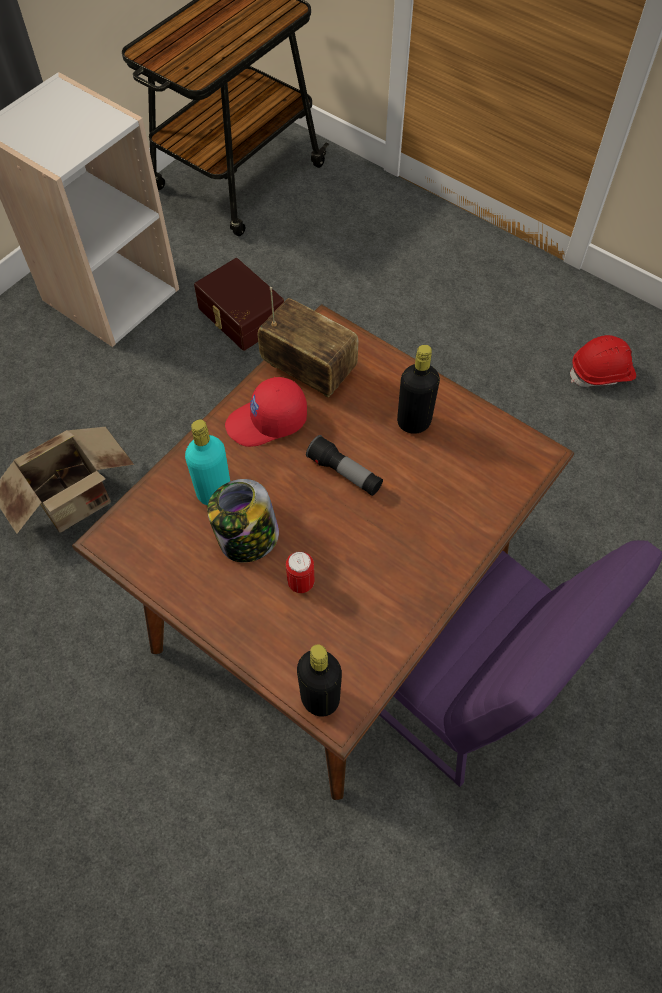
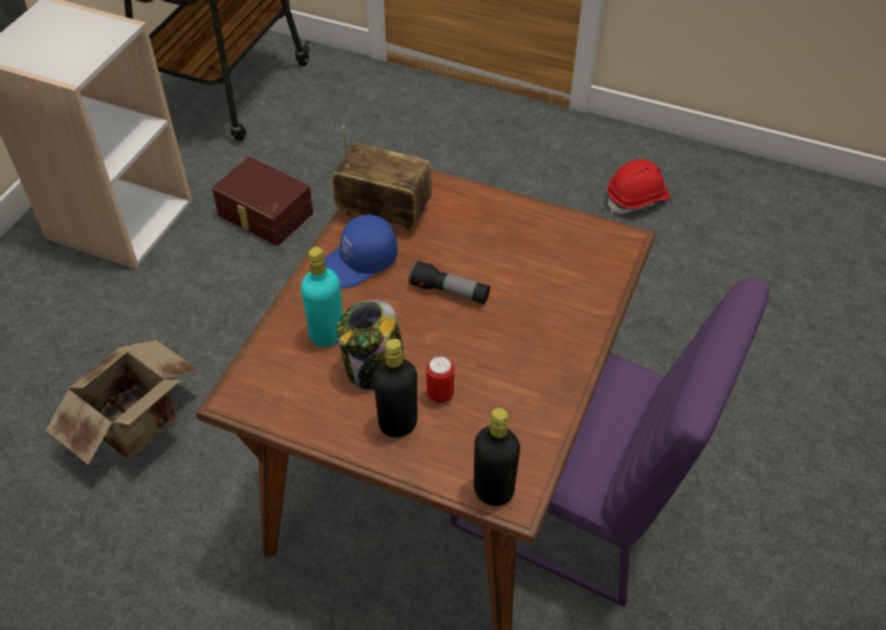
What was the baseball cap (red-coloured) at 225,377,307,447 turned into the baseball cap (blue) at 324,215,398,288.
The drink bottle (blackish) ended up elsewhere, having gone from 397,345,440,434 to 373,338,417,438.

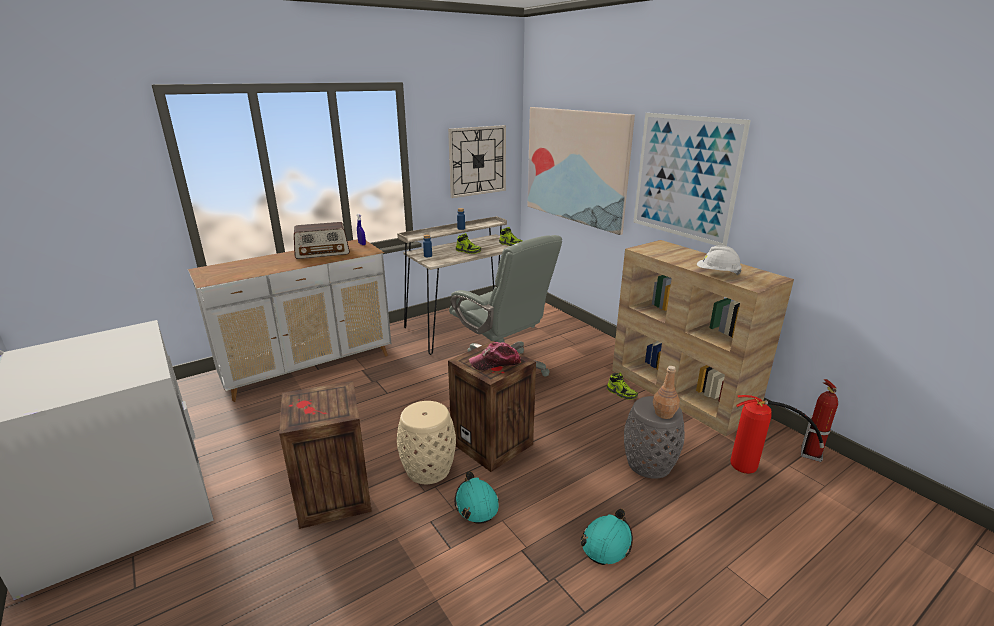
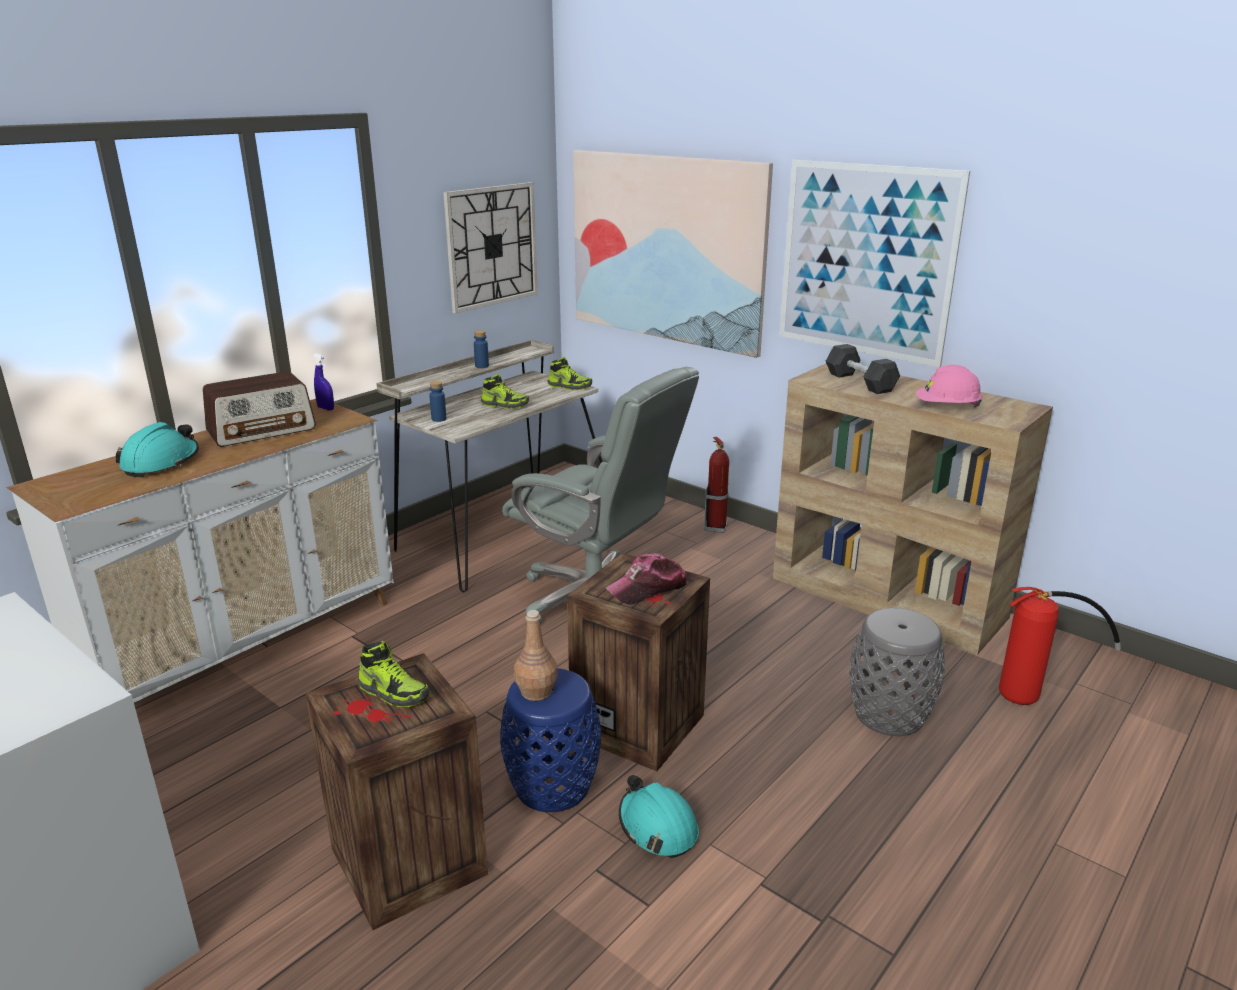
The work helmet (blue-green) ended up elsewhere, having gone from 581,509,633,565 to 116,422,199,477.
The shoe ended up elsewhere, having gone from 607,373,638,400 to 358,641,430,707.
What was the stool seat (beige-coloured) at 397,401,456,484 turned into the stool seat (blue) at 500,668,601,812.
The drink bottle (brown-coloured) ended up elsewhere, having gone from 653,366,680,419 to 514,610,558,701.
The fire-fighting cylinder ended up elsewhere, having gone from 801,379,838,462 to 704,437,729,533.
The second view gained the free weight (gray) at 826,344,900,394.
What was the work helmet (white) at 697,245,742,275 turned into the work helmet (pink-coloured) at 916,365,983,408.

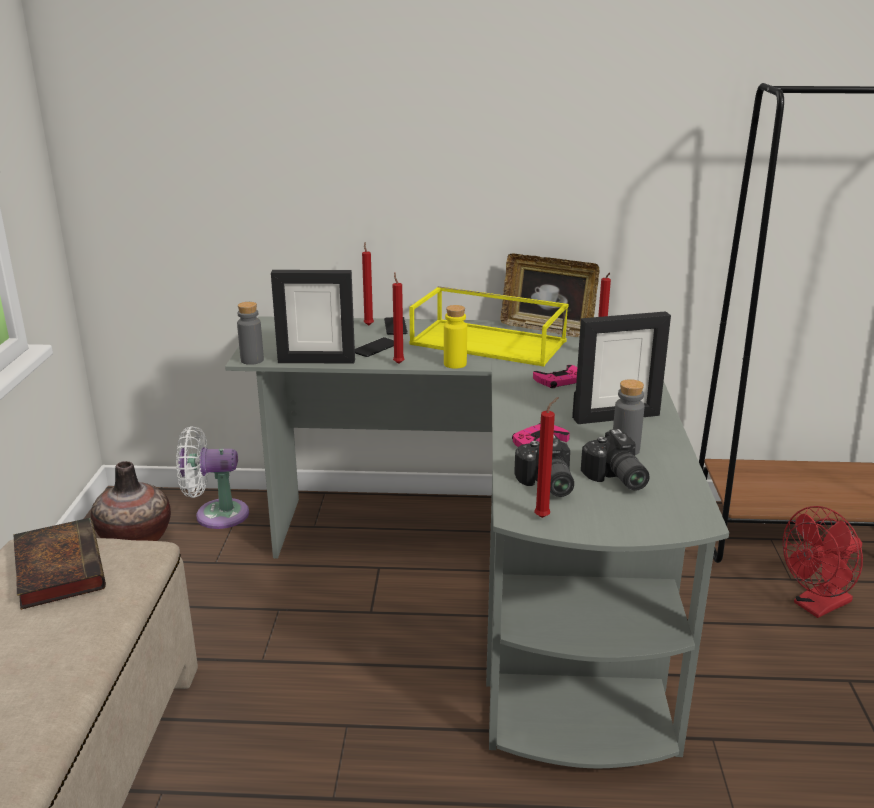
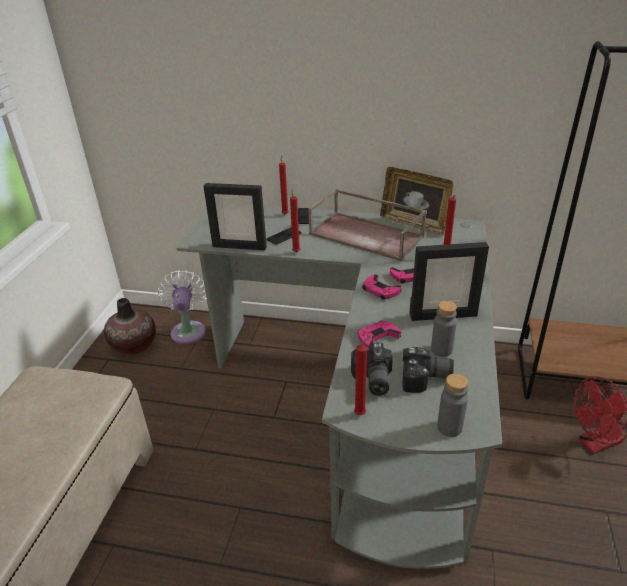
The cooling fan (white) at 176,426,249,529 ended up facing another way, 75 degrees clockwise from before.
What was the carrying tray (yellow) at 409,286,569,367 turned into the carrying tray (brown-coloured) at 308,189,427,261.
The second view gained the game controller (pink-coloured) at 362,274,402,300.
The photo camera at 581,429,650,491 ended up facing another way, 75 degrees counterclockwise from before.
The drink bottle (gray) ended up elsewhere, having gone from 237,302,264,365 to 437,374,468,437.
The second view lost the bound book at 14,518,106,610.
The second view lost the drink bottle (yellow) at 444,305,467,369.

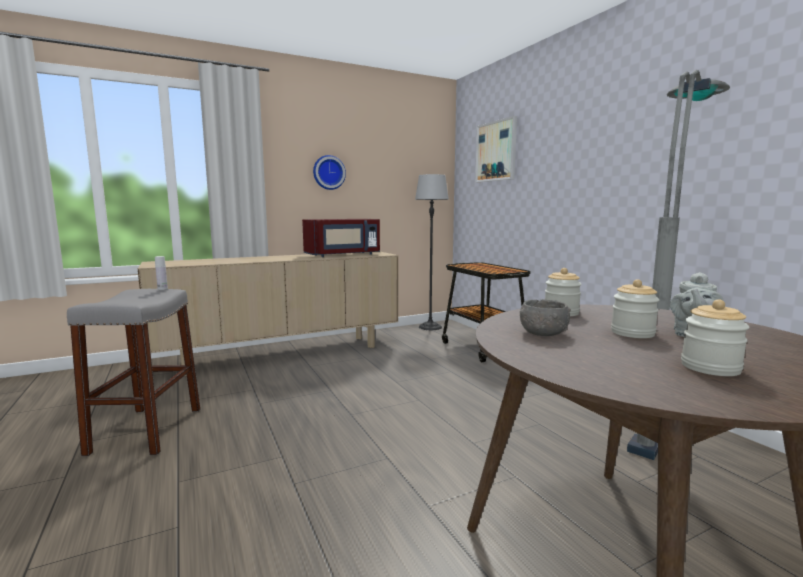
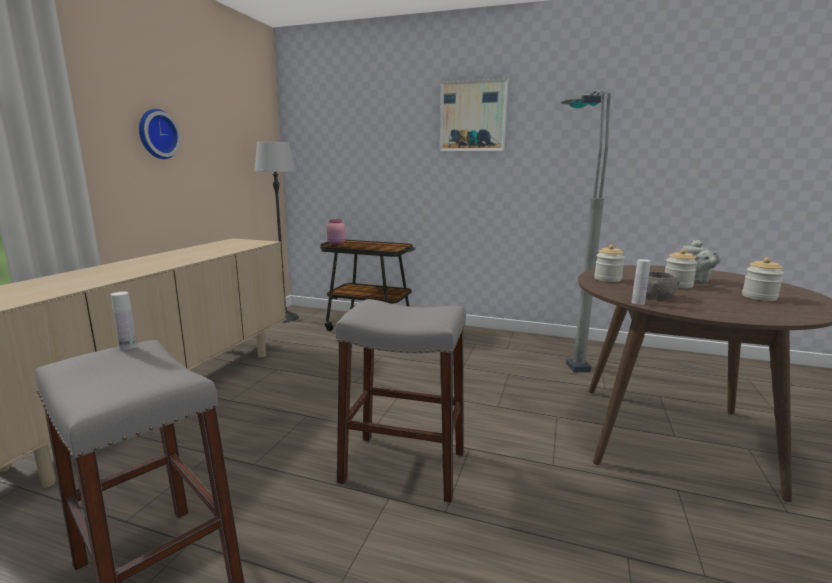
The second view gained the jar (pink-coloured) at 327,219,345,245.
The second view gained the stool seat (gray) at 336,299,466,503.
The wall art ended up elsewhere, having gone from 475,116,517,182 to 440,78,509,151.
The second view gained the drink bottle (white) at 632,259,651,305.
The second view lost the microwave oven (red-coloured) at 302,219,380,257.

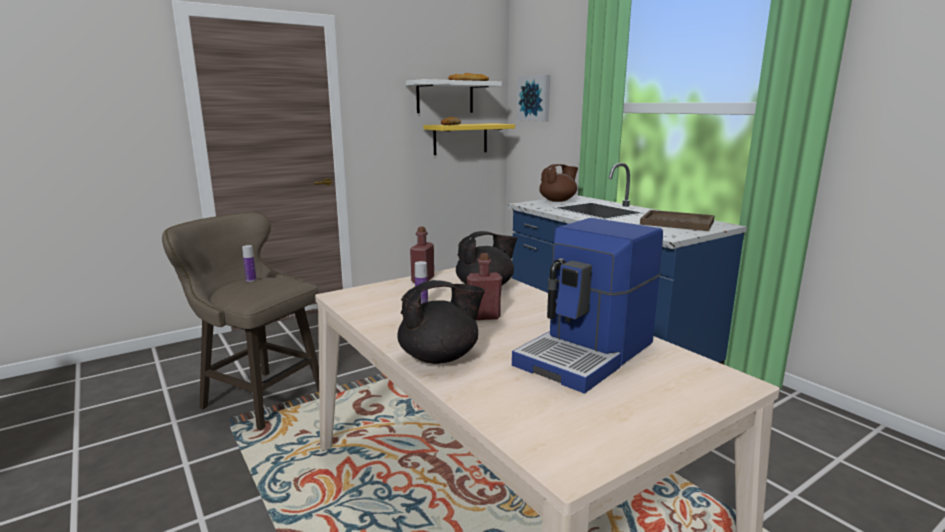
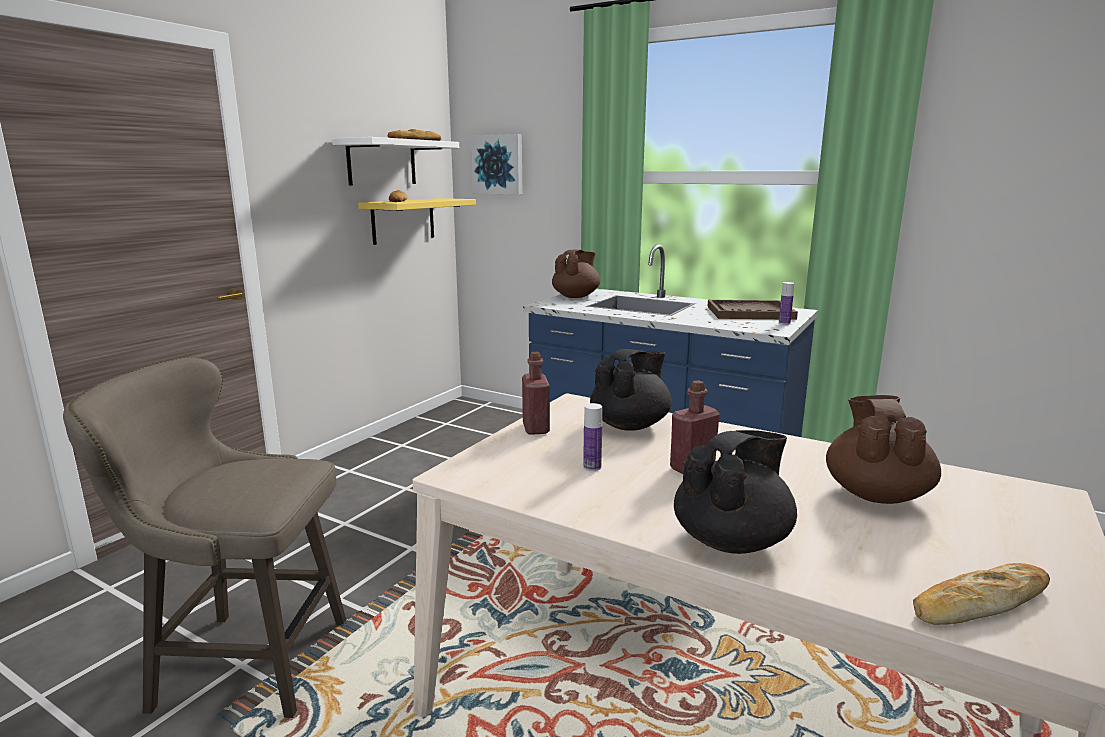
The drink bottle ended up elsewhere, having gone from 242,245,256,282 to 779,282,794,325.
Where the coffee brewer stood at 512,218,663,394, the pot for tea (brown-coloured) came to stand at 826,395,941,504.
The second view gained the baked bread at 913,563,1050,625.

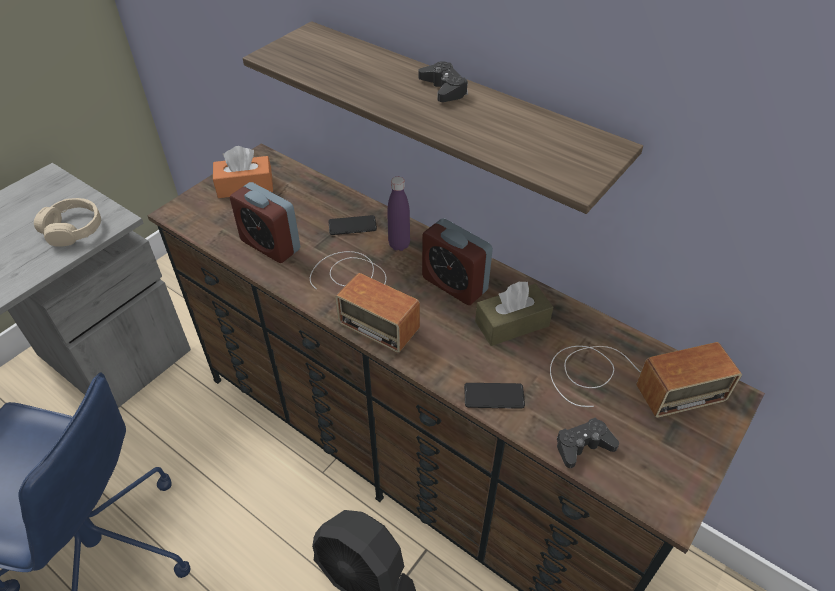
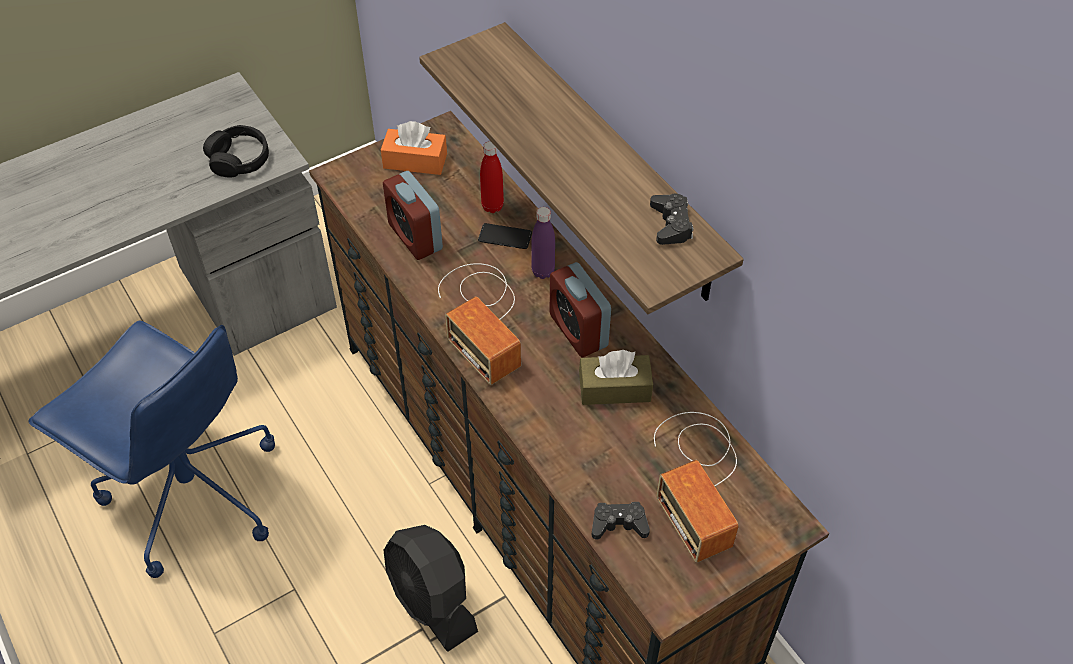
What was the pair of headphones (beige-coloured) at 34,198,101,247 turned into the pair of headphones (blackish) at 203,125,269,178.
The second view gained the drink bottle (red-coloured) at 480,141,504,213.
The game controller (blackish) ended up elsewhere, having gone from 418,61,468,102 to 650,194,693,245.
The radio receiver at 550,342,742,418 ended up facing another way, 60 degrees clockwise from before.
The second view lost the telephone at 464,383,525,409.

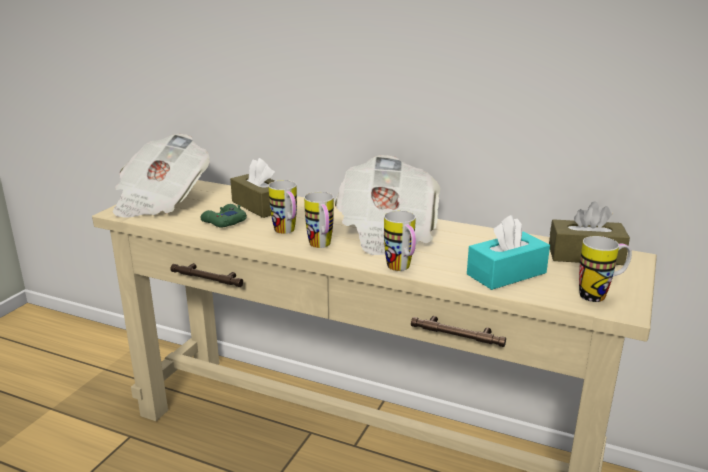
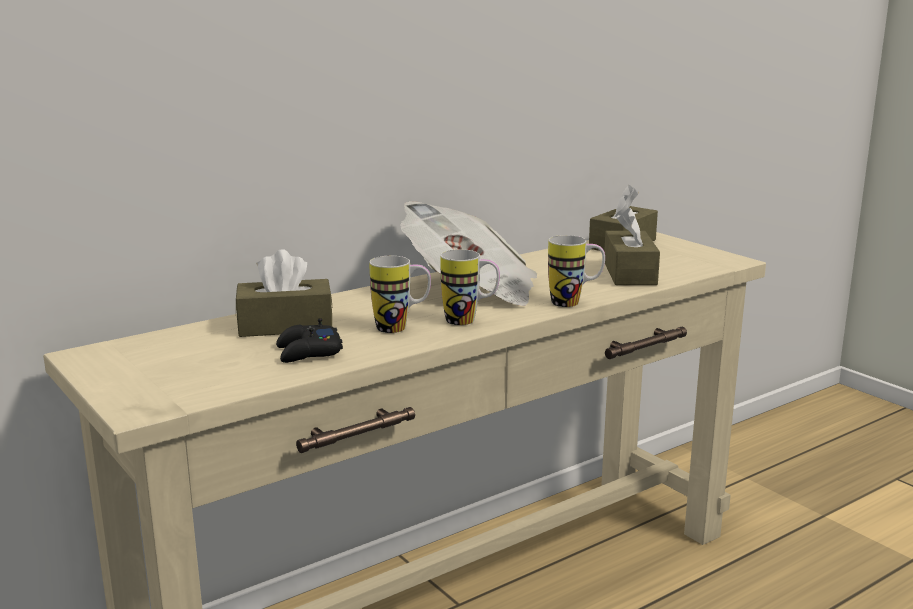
What was the game controller (greenish) at 201,204,247,228 turned into the game controller (blackish) at 276,318,343,363.
What was the tissue holder (blue-green) at 467,215,550,290 turned into the tissue holder (brown-coloured) at 604,208,660,285.
The second view lost the printed paper at 113,134,210,218.
The second view lost the coffee mug at 579,236,632,302.

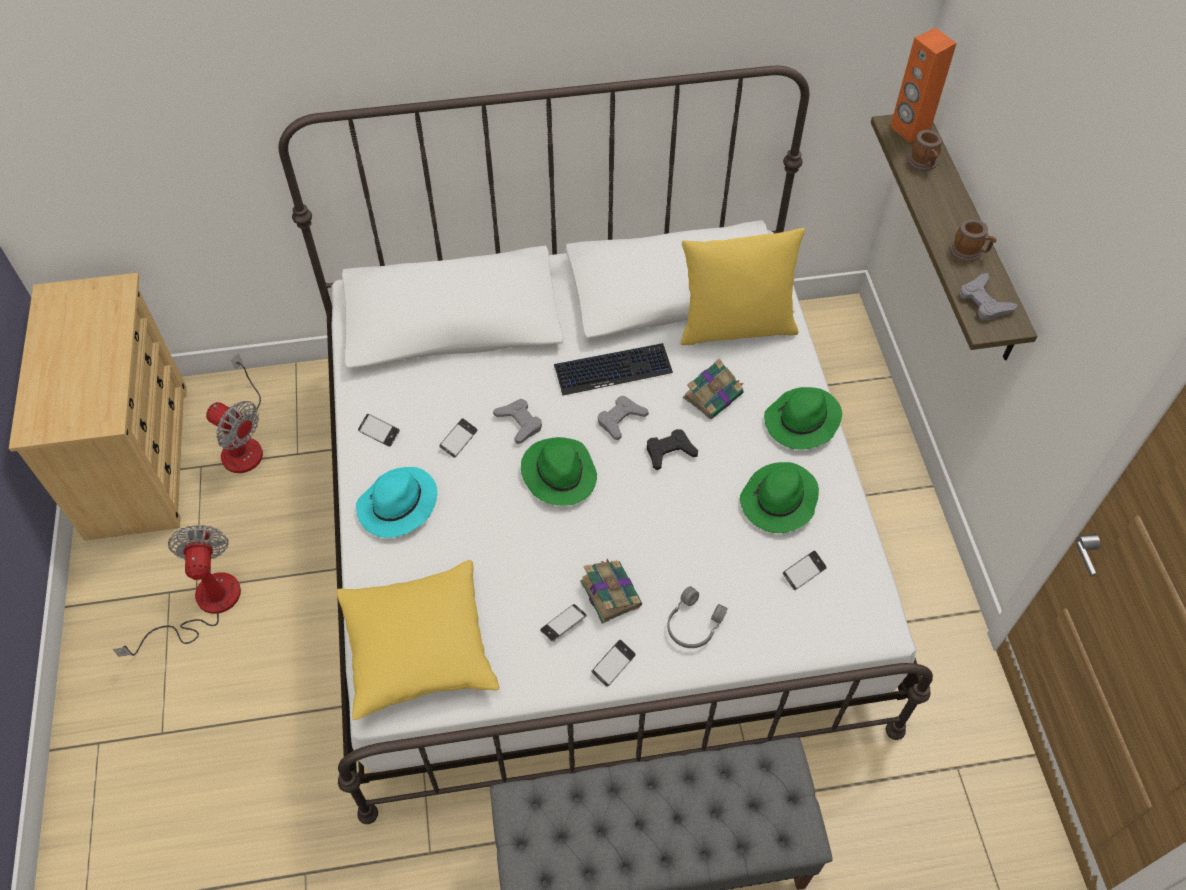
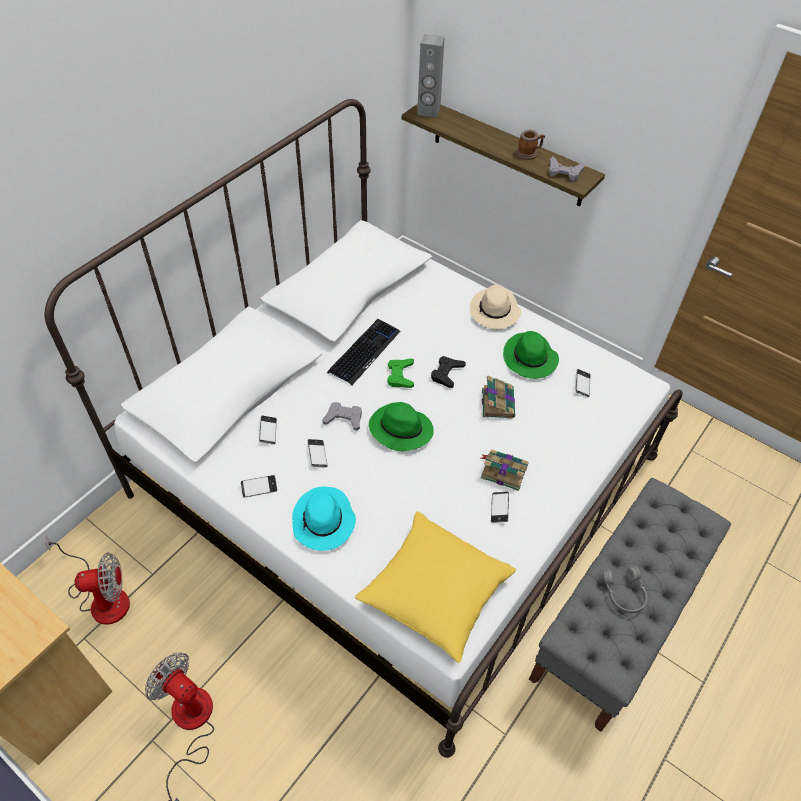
The telephone ended up elsewhere, having gone from 591,640,636,687 to 259,416,277,444.
What was the game controller (gray) at 598,396,649,440 turned into the game controller (greenish) at 387,358,414,388.
What was the audio speaker (orangey) at 890,27,957,143 turned into the audio speaker (gray) at 417,34,444,118.
What was the wearable hat (greenish) at 764,387,842,450 turned into the wearable hat (beige-coloured) at 470,285,521,329.
The bound book ended up elsewhere, having gone from 683,359,744,419 to 482,375,515,419.
The pair of headphones (gray) ended up elsewhere, having gone from 667,586,728,648 to 603,566,647,613.
The second view lost the pillow (yellow) at 680,228,805,345.
The second view lost the coffee mug at 907,130,942,171.

